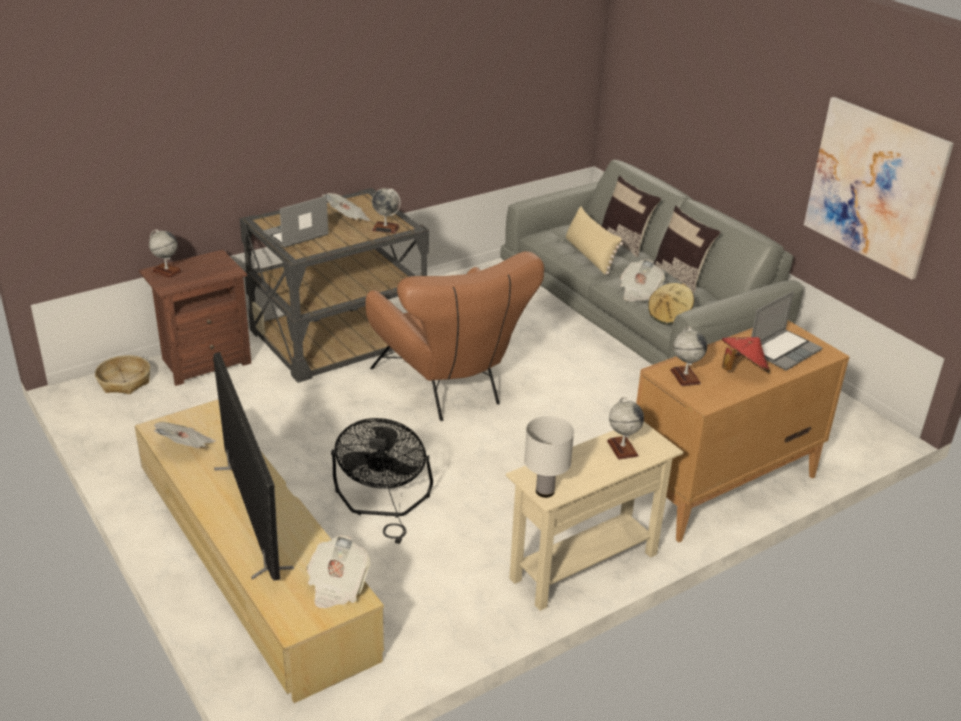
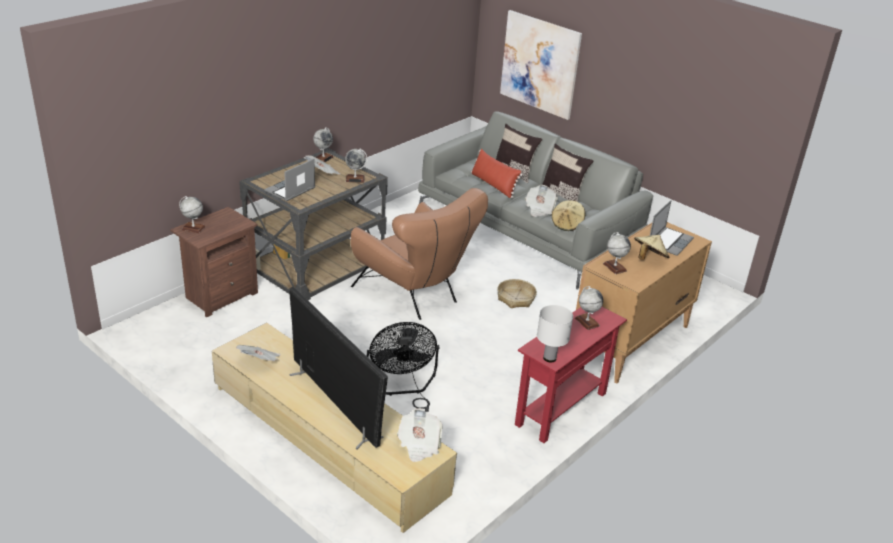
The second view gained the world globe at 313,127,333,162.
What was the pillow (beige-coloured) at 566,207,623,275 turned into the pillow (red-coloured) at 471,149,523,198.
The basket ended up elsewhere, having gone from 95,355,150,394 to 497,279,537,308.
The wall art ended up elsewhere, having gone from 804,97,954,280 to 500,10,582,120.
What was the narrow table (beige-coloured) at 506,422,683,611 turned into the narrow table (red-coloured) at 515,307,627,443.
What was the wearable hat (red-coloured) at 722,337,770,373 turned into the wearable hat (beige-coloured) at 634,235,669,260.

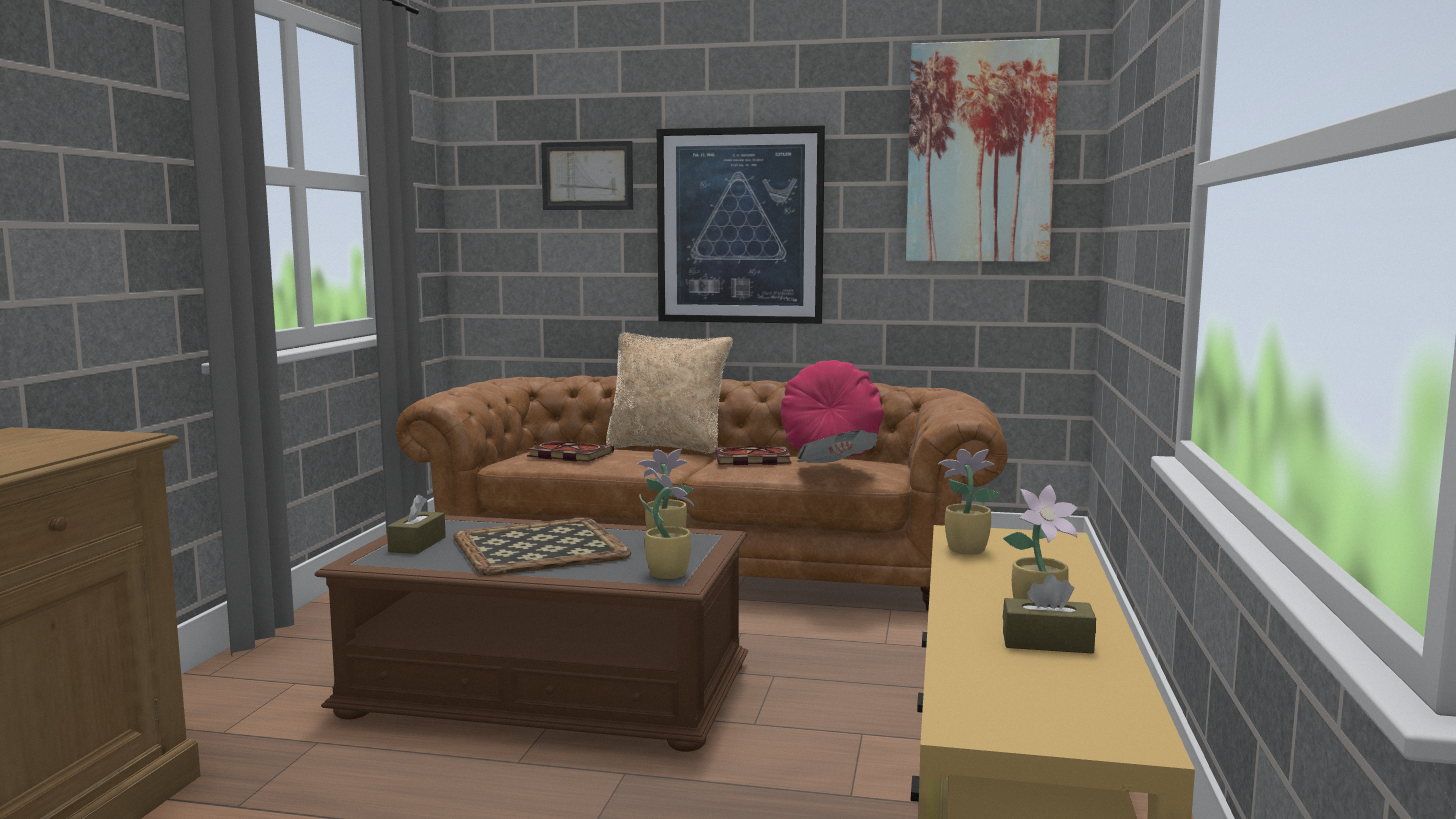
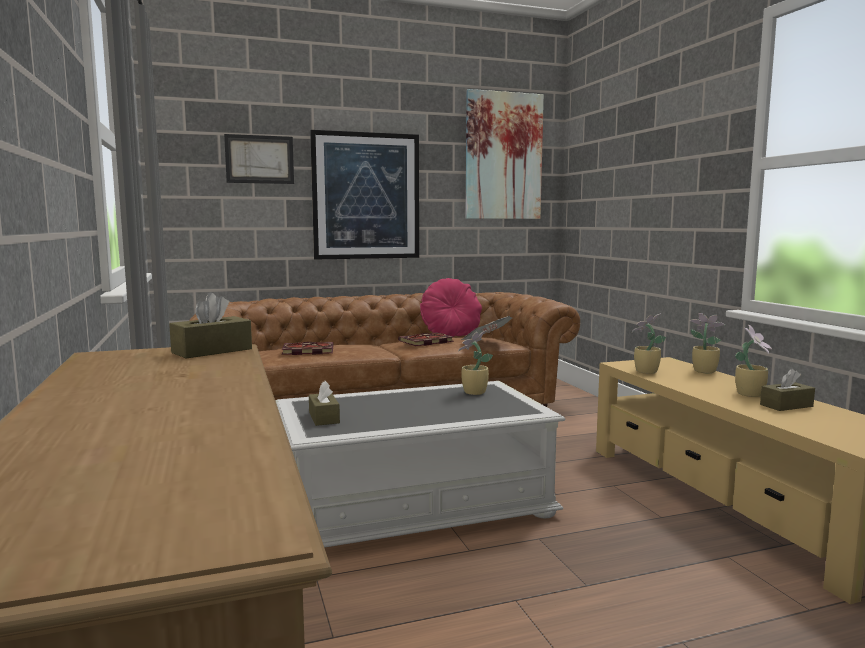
The second view gained the tissue holder (brown-coloured) at 169,292,252,358.
What was the coffee table (brown-coloured) at 315,515,748,752 turned into the coffee table (white) at 276,381,565,548.
The potted plant ended up elsewhere, having gone from 640,467,694,579 to 690,313,725,373.
The second view lost the carrying tray at 454,518,631,576.
The second view lost the pillow (beige-coloured) at 606,332,733,453.

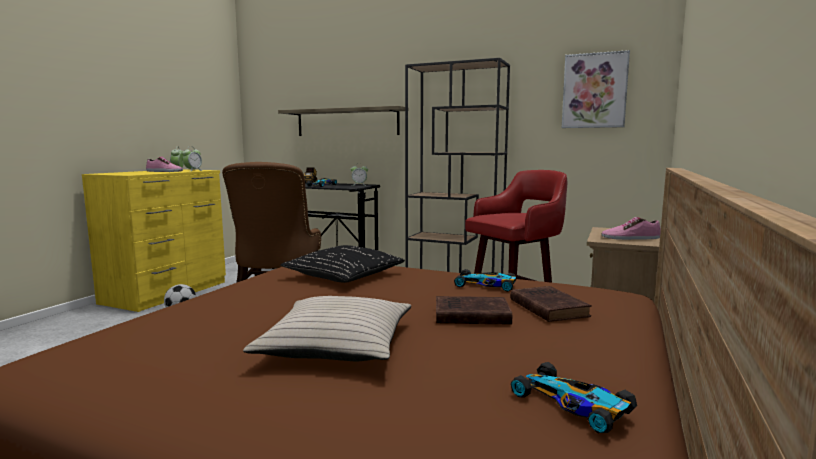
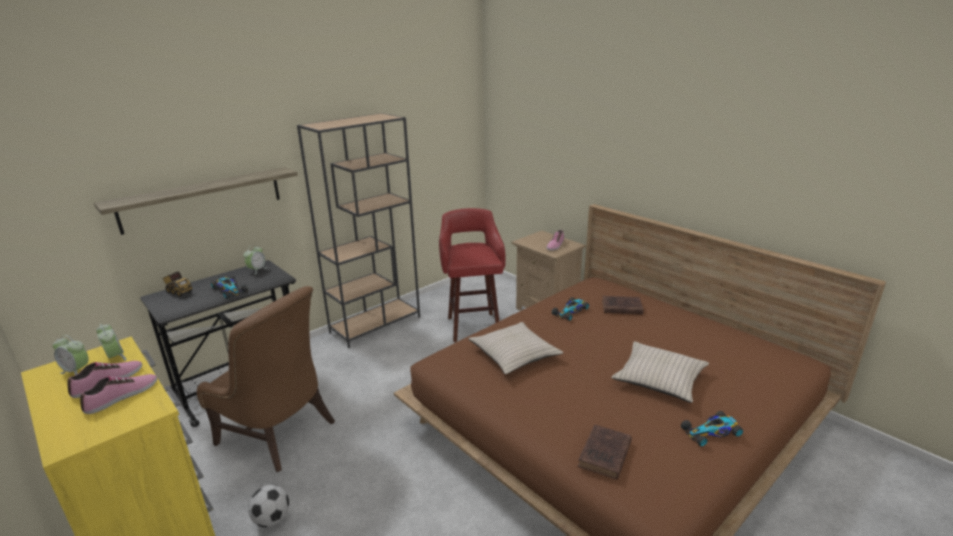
The second view gained the shoe at 80,374,157,414.
What was the pillow (blackish) at 281,245,405,283 turned into the pillow (beige-coloured) at 469,322,563,374.
The bound book (brown-coloured) ended up elsewhere, having gone from 436,296,512,325 to 578,425,632,480.
The miniature car ended up elsewhere, having gone from 511,362,637,433 to 681,411,743,446.
The second view lost the wall art at 562,50,630,128.

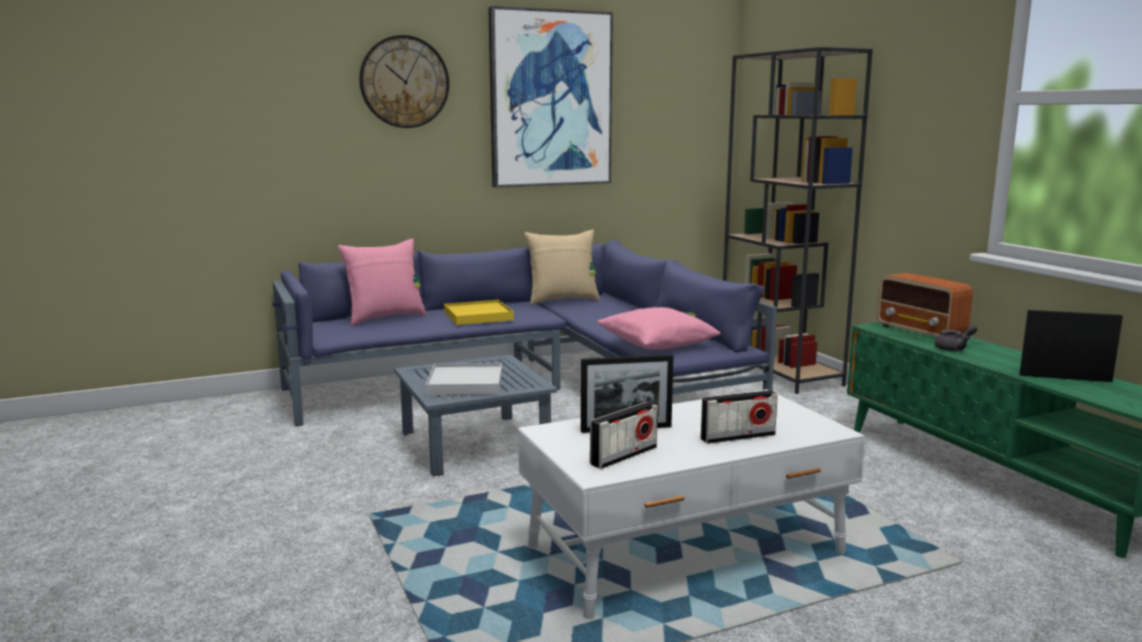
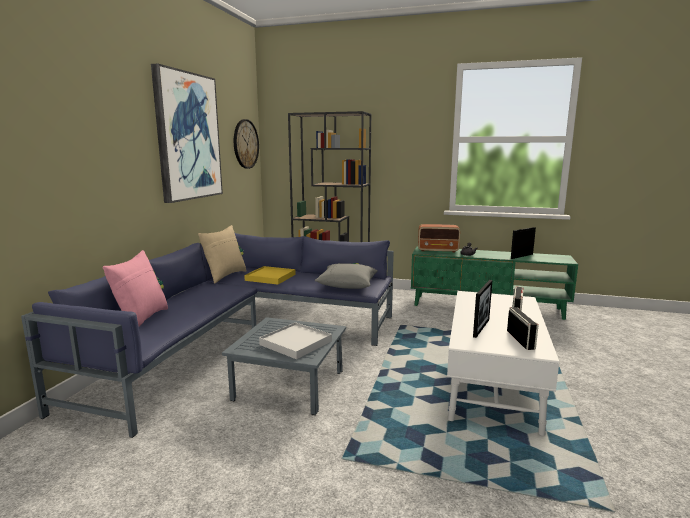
The clock on the wall ended up elsewhere, having gone from 359,35,449,128 to 234,119,259,169.
The carrying tray (yellow) ended up elsewhere, having gone from 444,300,514,325 to 244,266,296,284.
What was the pillow (pink-coloured) at 597,307,721,350 turned into the pillow (gray) at 315,263,378,289.

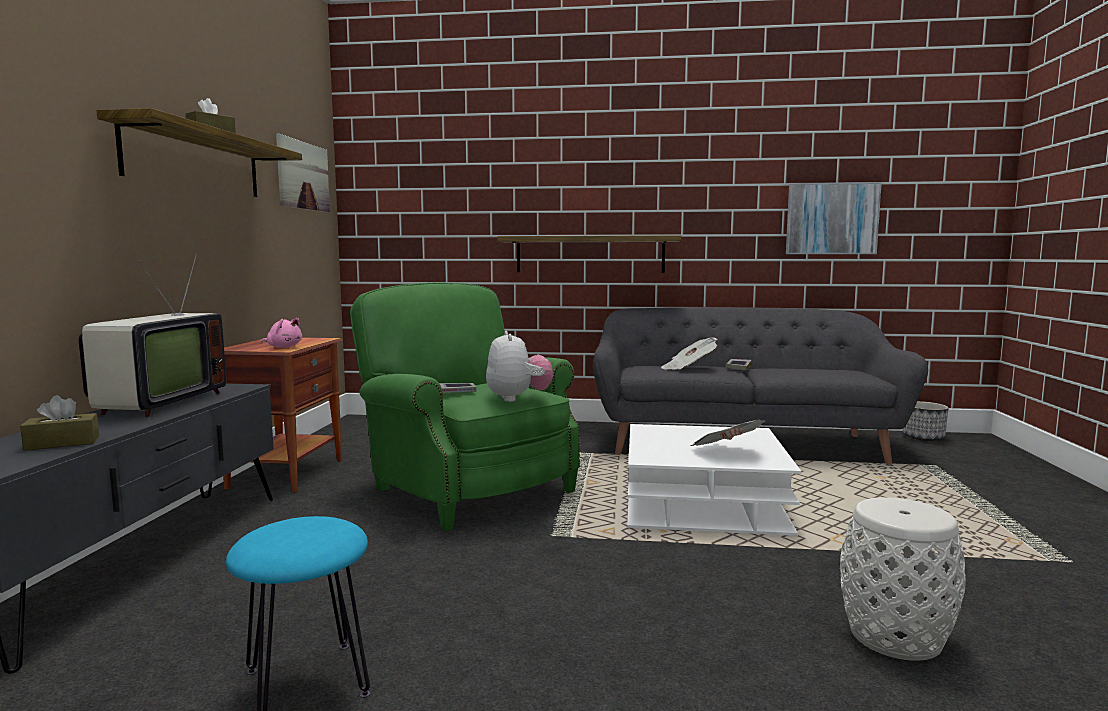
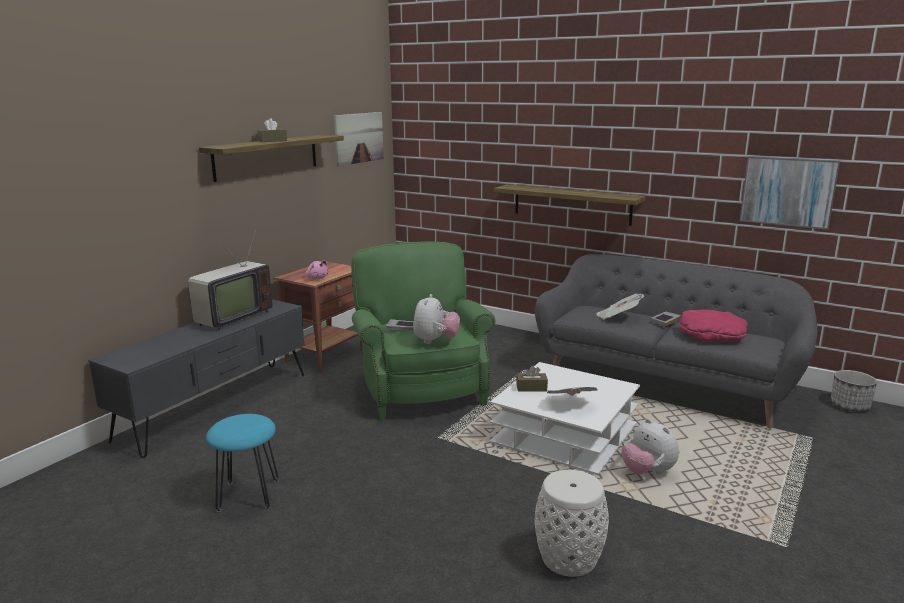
The tissue holder (brown-coloured) ended up elsewhere, having gone from 20,395,99,451 to 516,366,548,392.
The second view gained the plush toy at 621,419,679,474.
The second view gained the pillow (pink-coloured) at 679,309,748,342.

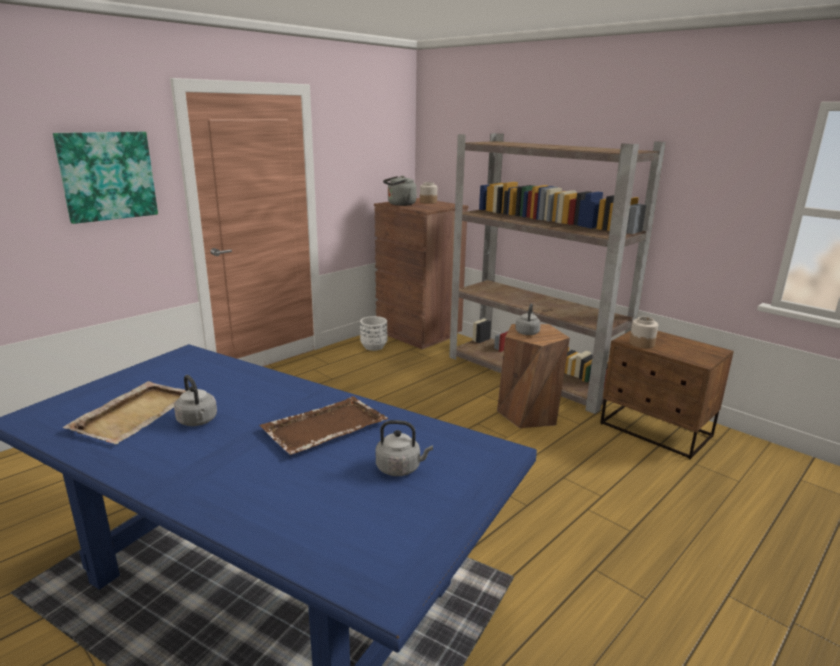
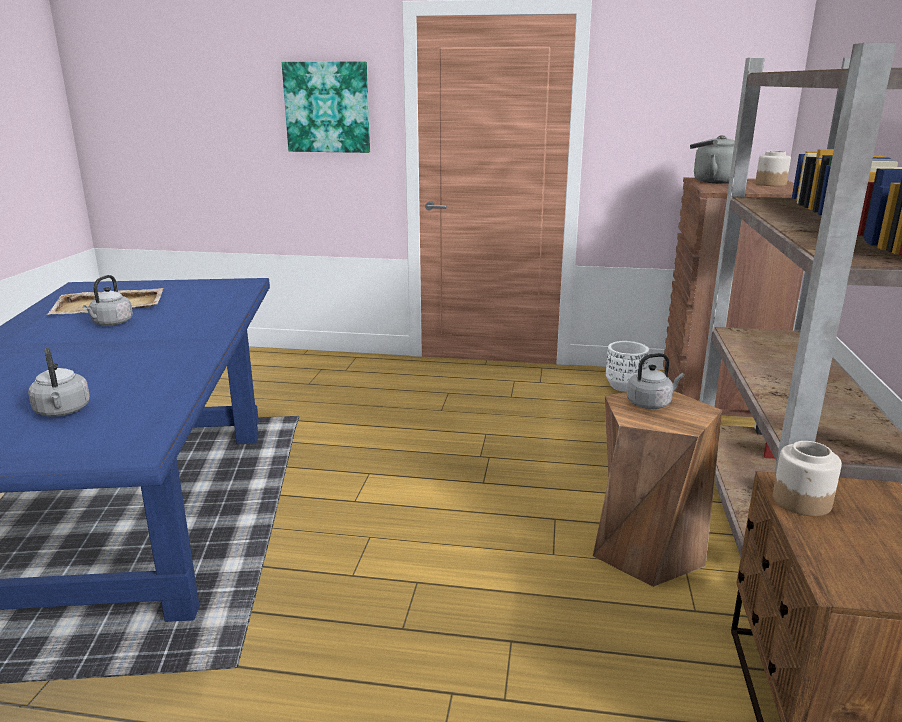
The second view lost the carrying tray (brown-coloured) at 259,396,389,455.

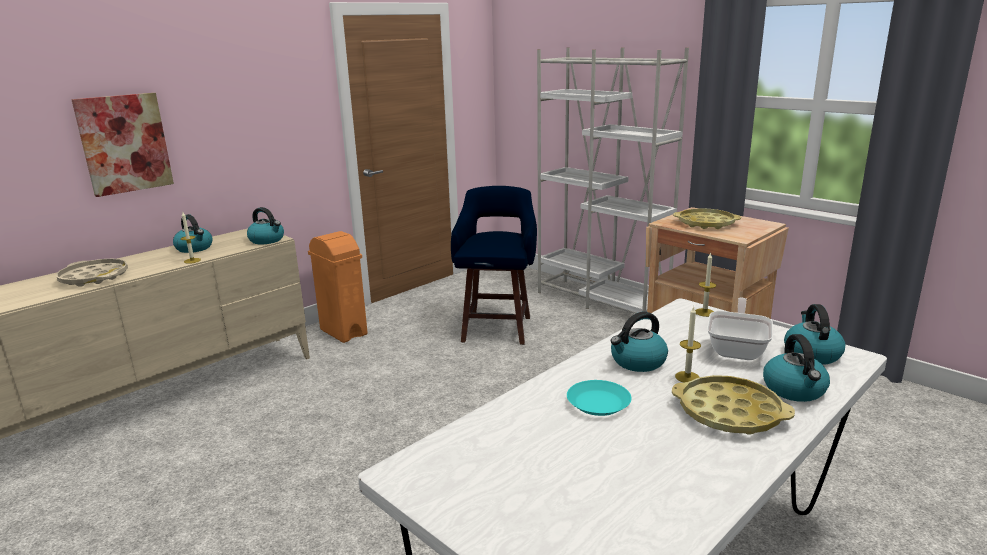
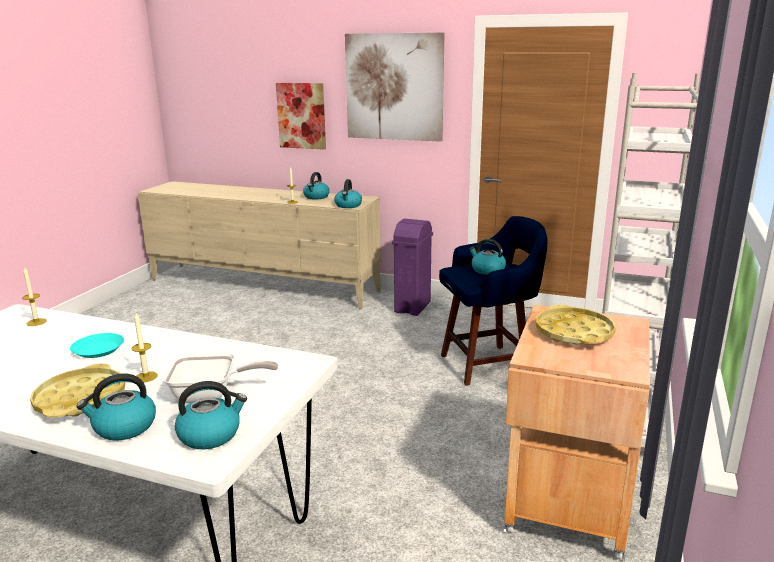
The wax light ended up elsewhere, having gone from 695,252,716,317 to 22,268,47,326.
The second view gained the wall art at 345,32,445,142.
What was the rubbish bin (orangey) at 308,231,368,343 turned into the rubbish bin (purple) at 392,219,433,316.
The water kettle ended up elsewhere, having gone from 611,312,668,372 to 469,239,506,275.
The second view lost the carrying tray (beige-coloured) at 56,259,128,287.

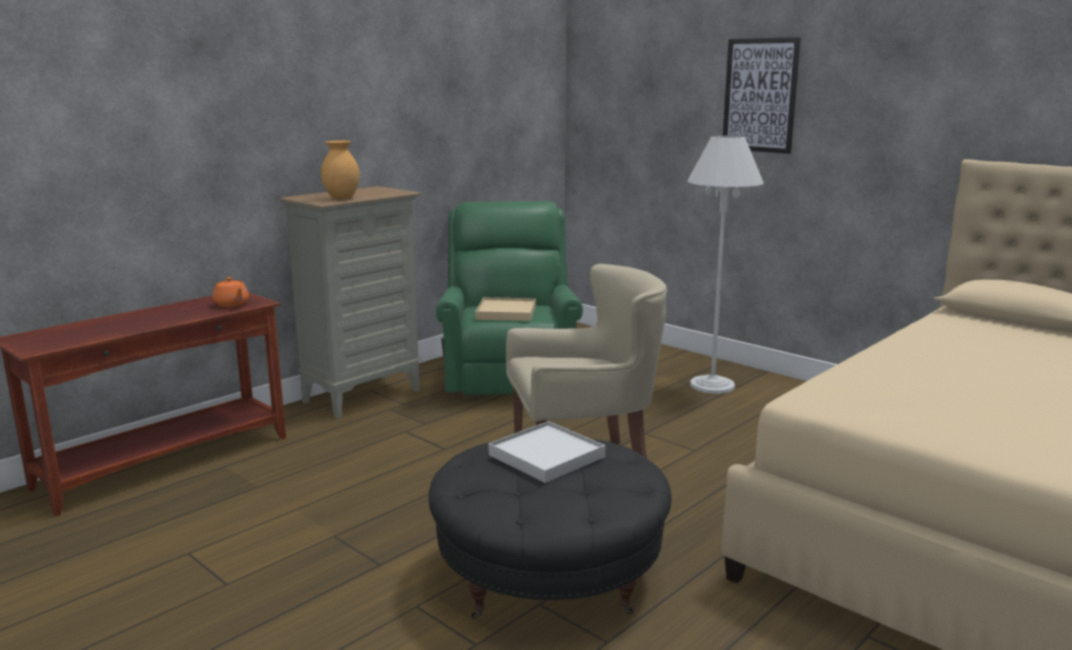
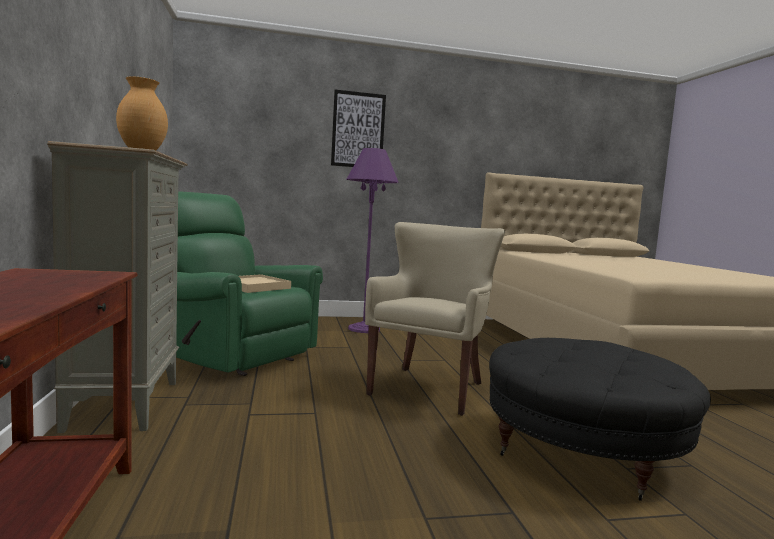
What was the standing lamp (white) at 687,135,764,394 turned into the standing lamp (purple) at 346,148,399,333.
The second view lost the pot for tea (orangey) at 212,277,249,307.
The second view lost the carrying tray (white) at 489,421,605,483.

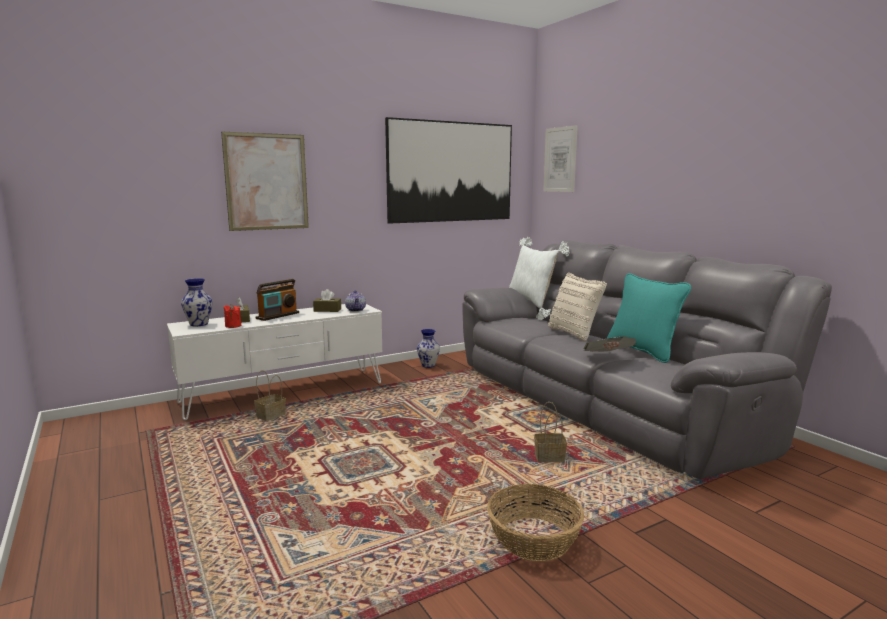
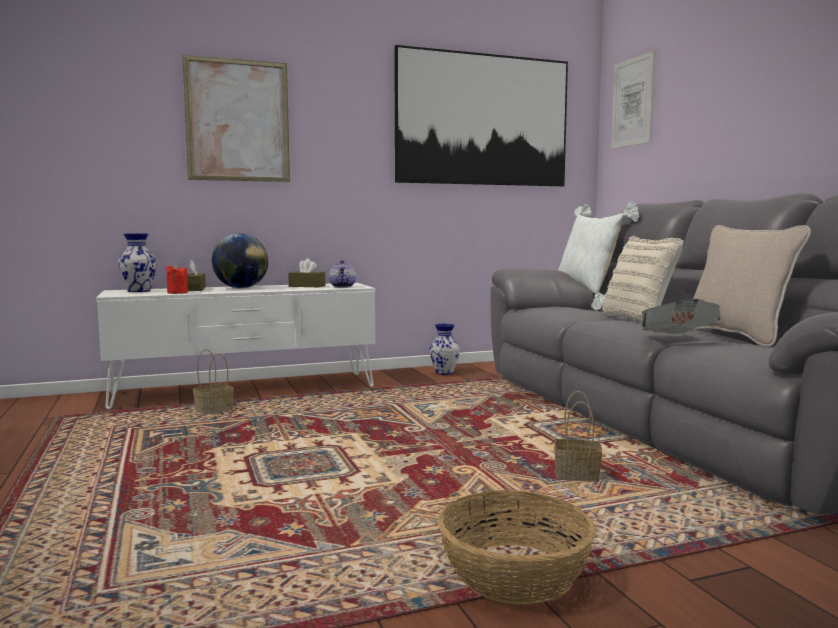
Where the radio receiver stood at 256,279,299,321, the world globe came to stand at 212,233,268,288.
What was the pillow (blue-green) at 607,273,691,363 turned into the pillow (beige-coloured) at 691,225,811,347.

